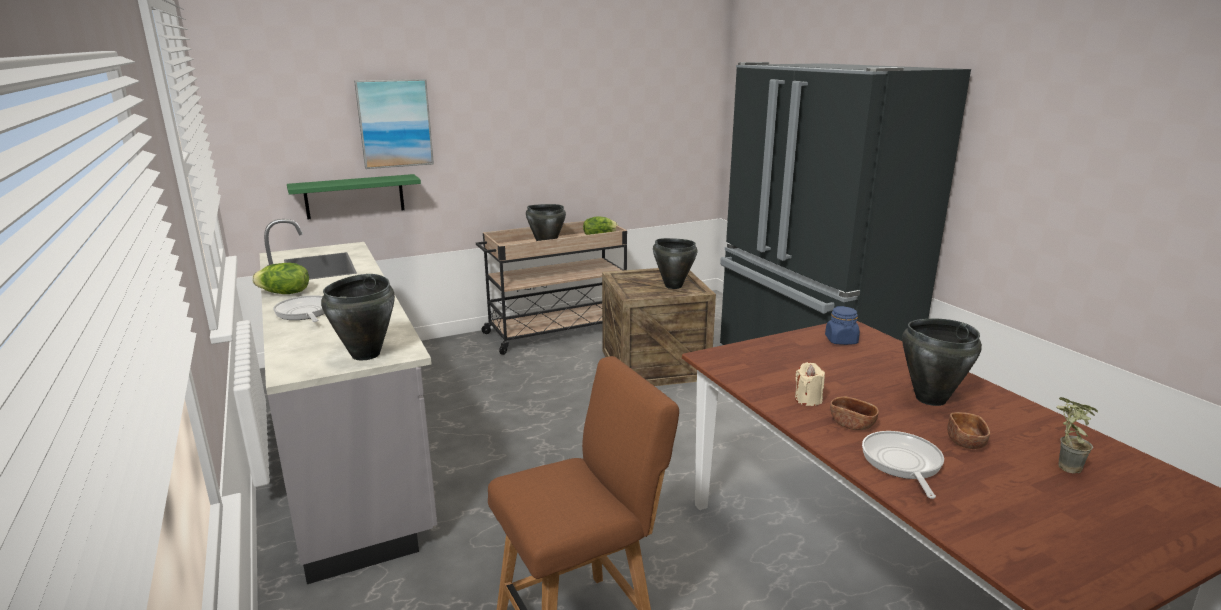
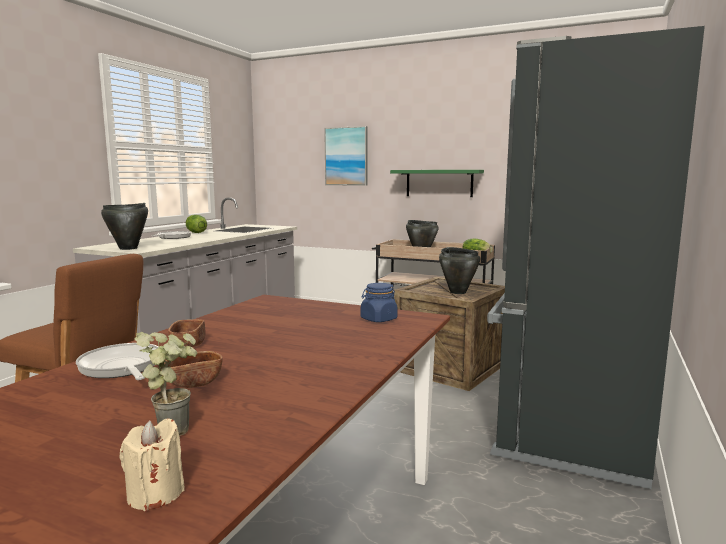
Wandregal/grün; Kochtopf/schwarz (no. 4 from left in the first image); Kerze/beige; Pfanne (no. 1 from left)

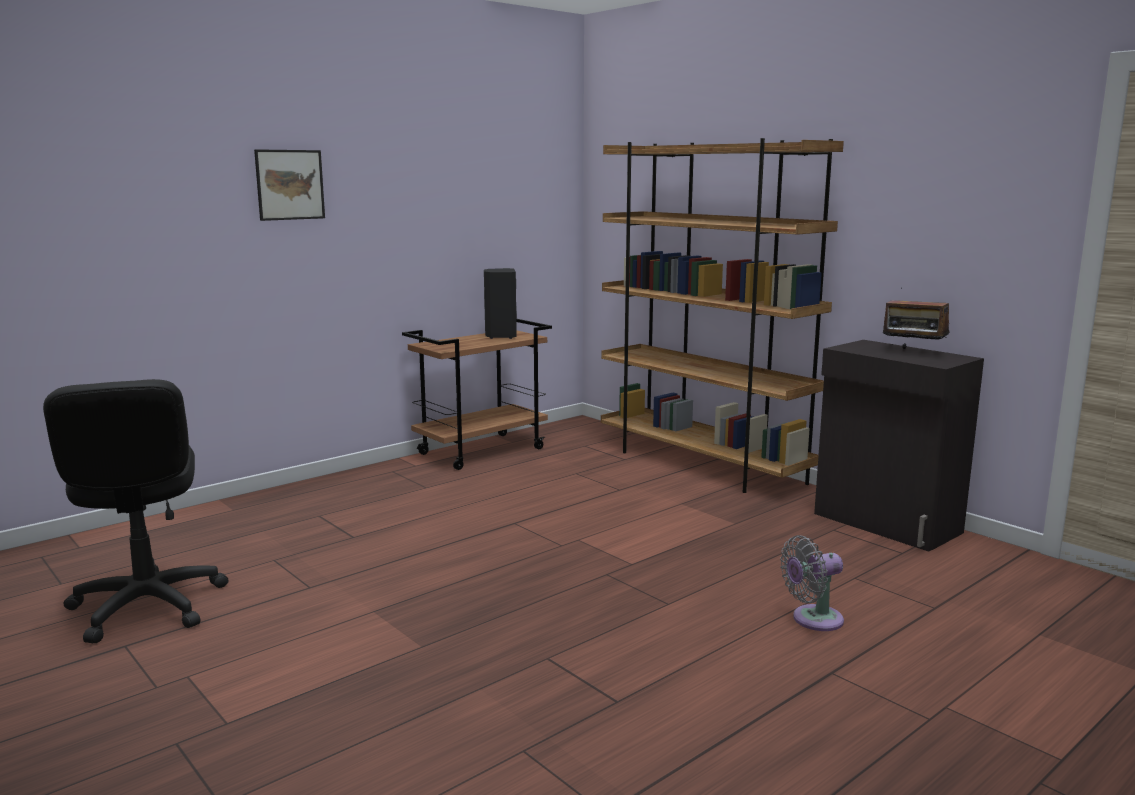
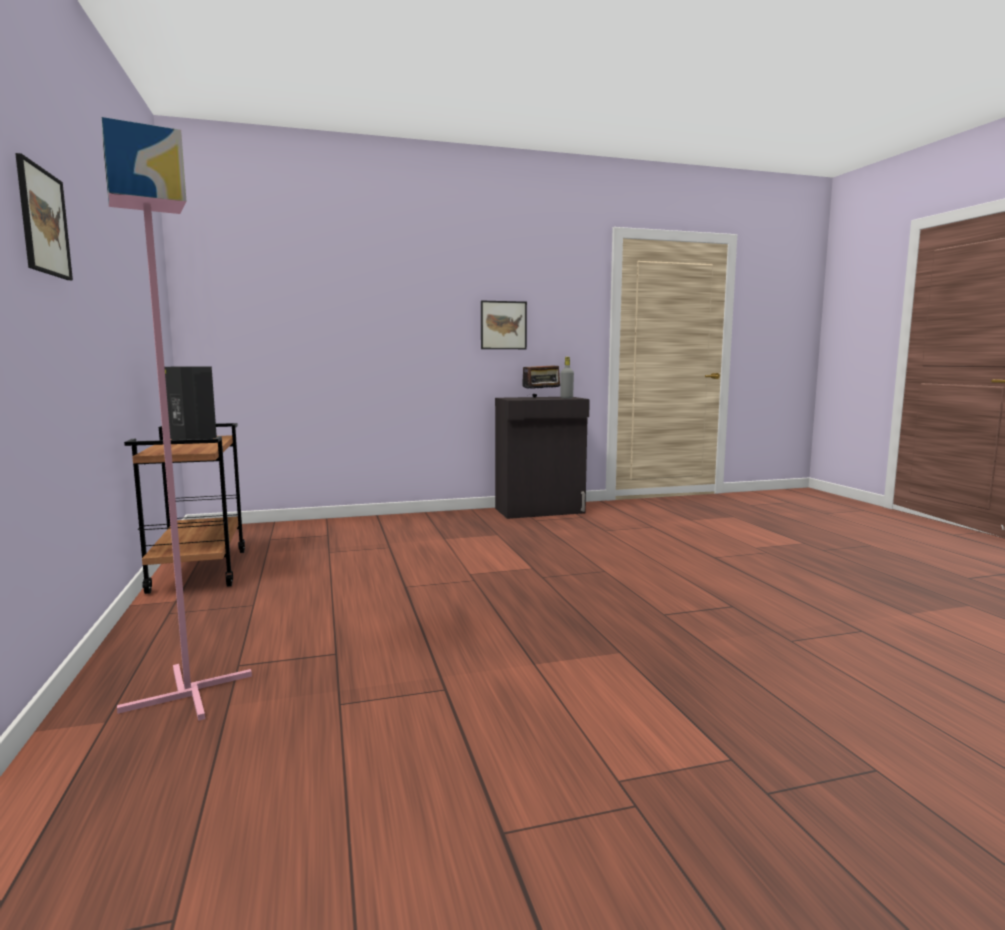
Bücherregal/braun; Bürostuhl/schwarz; Ventilator/grau; Stehlampe/rosa; Bild (no. 2 from left); Flasche/grau

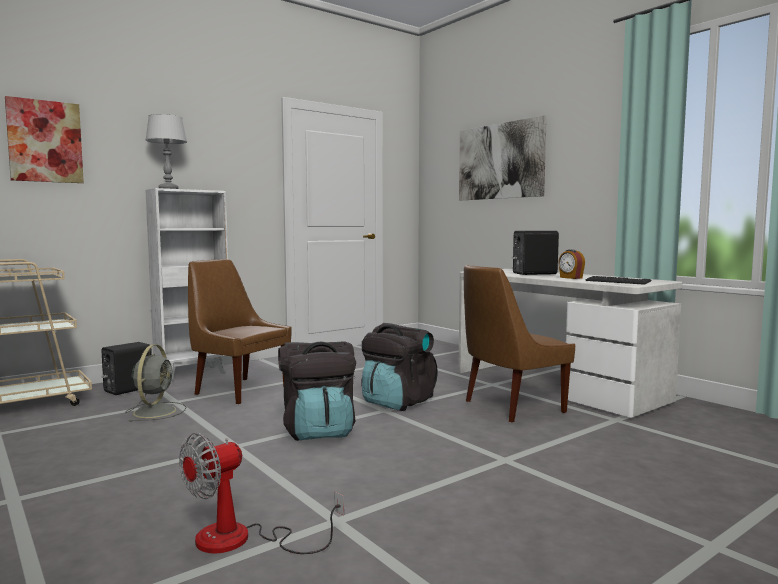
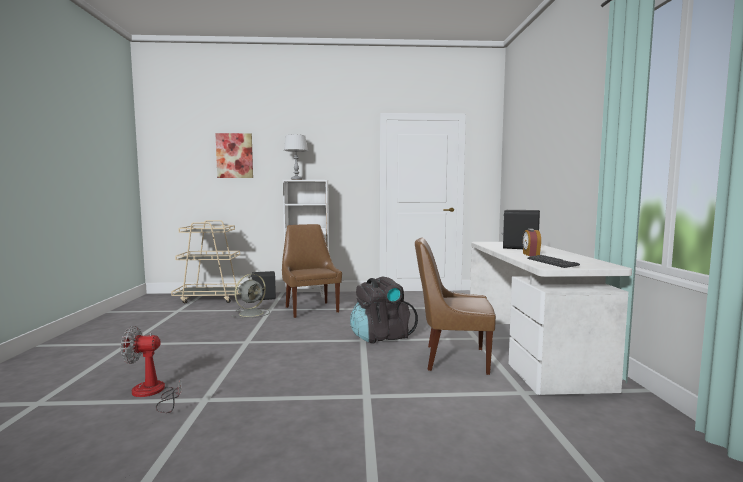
Bild (no. 2 from left in the first image); Rucksack/schwarz (no. 1 from left in the first image)

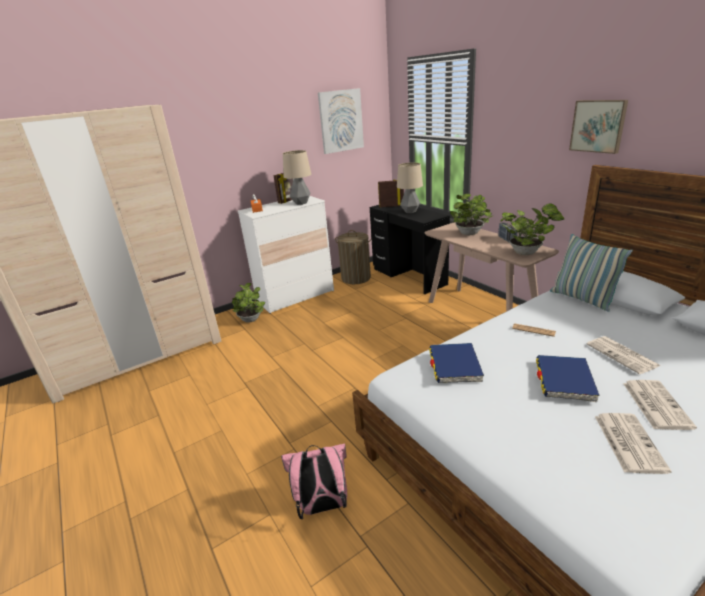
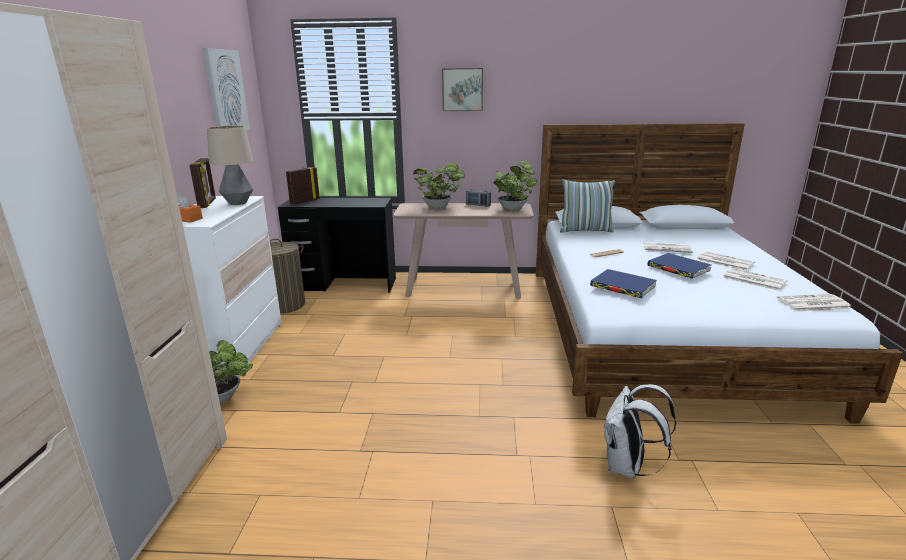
Bild (no. 2 from left); Tischlampe (no. 2 from left in the first image); Rucksack/weiß; Zeitung (no. 5 from left)

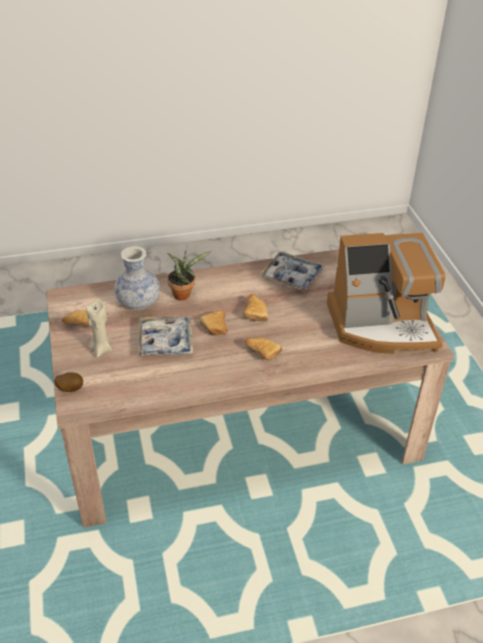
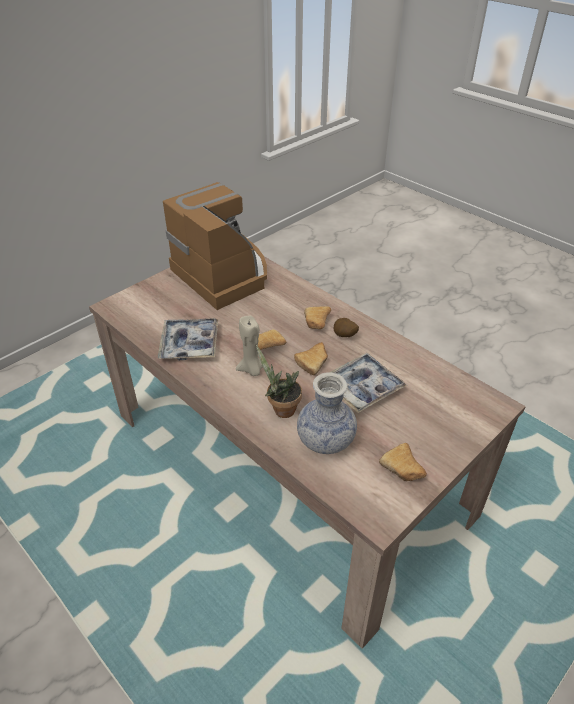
Kerze/beige; Kartoffel

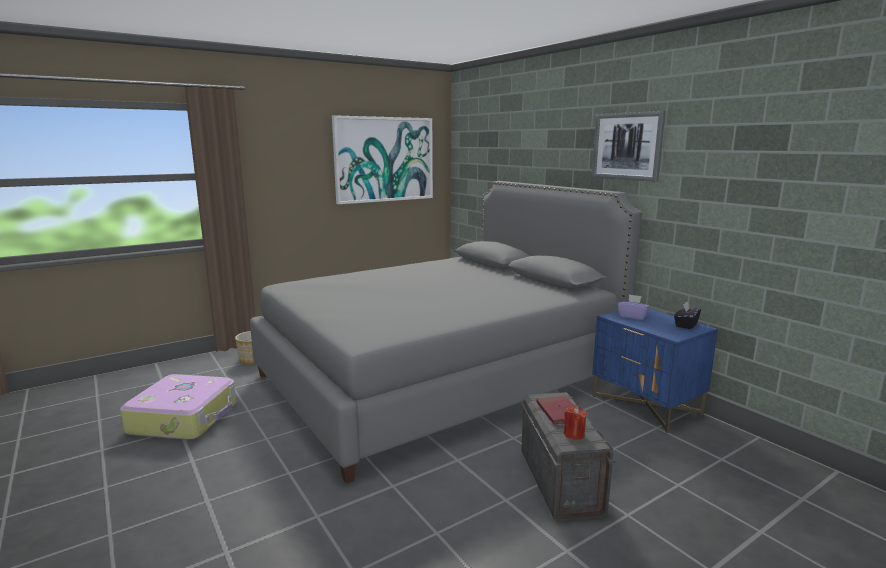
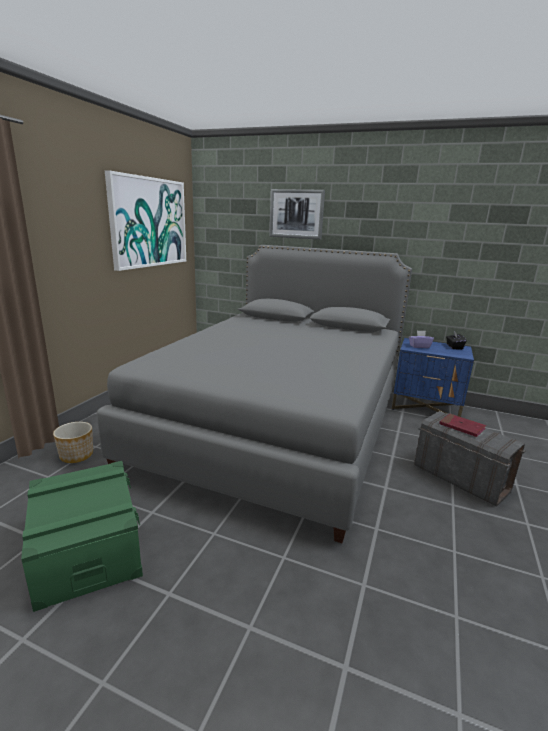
Bild (no. 2 from left); Aufbewahrungsbox/grün; Kerze/rot

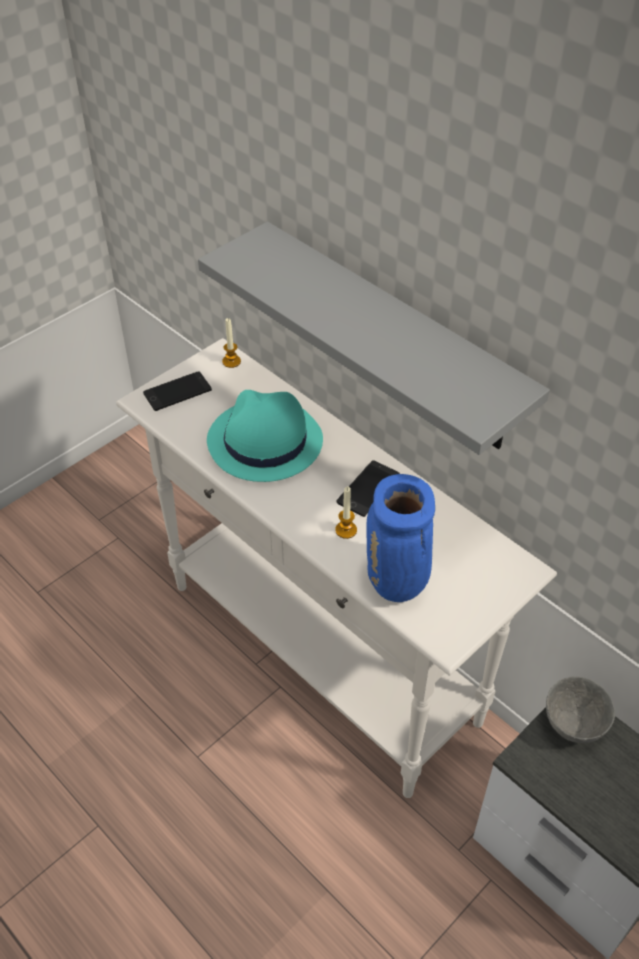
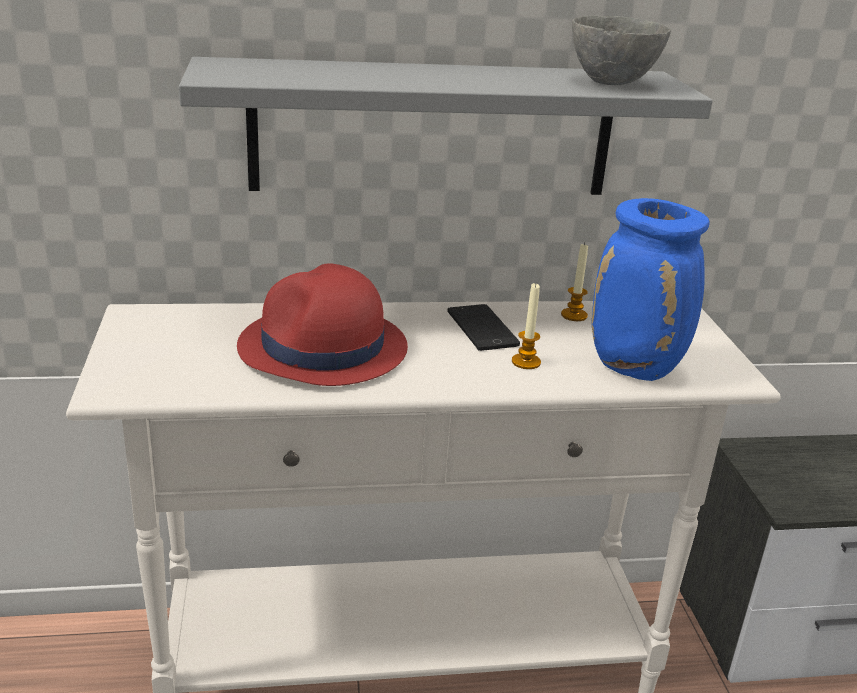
Kerze (no. 2 from left); Handy (no. 1 from left in the first image); Hut/rot; Schüssel/grau

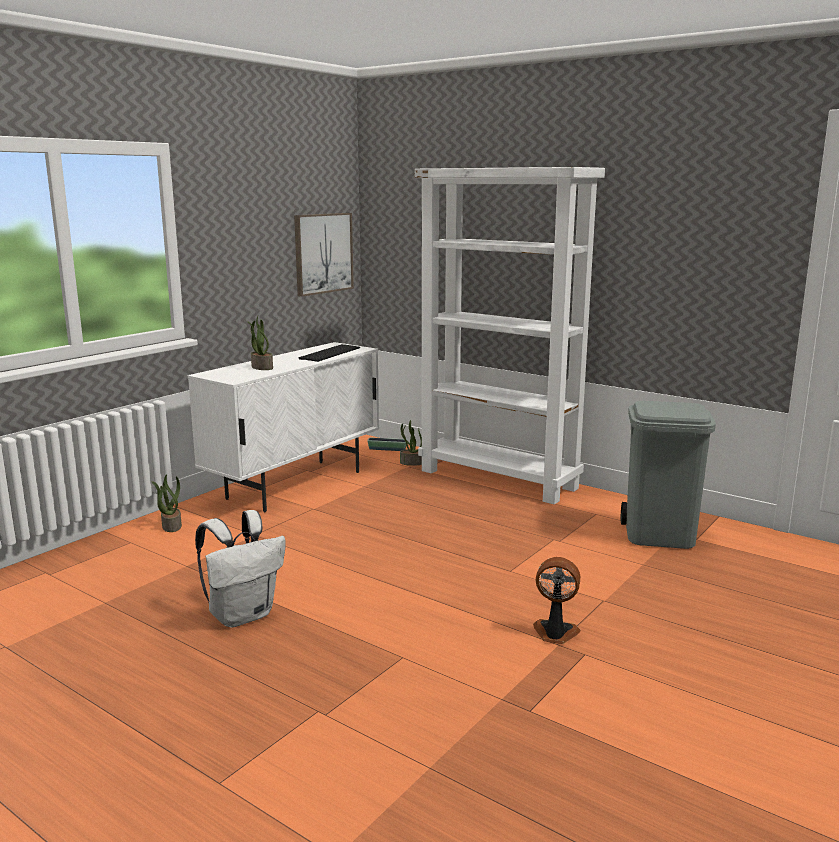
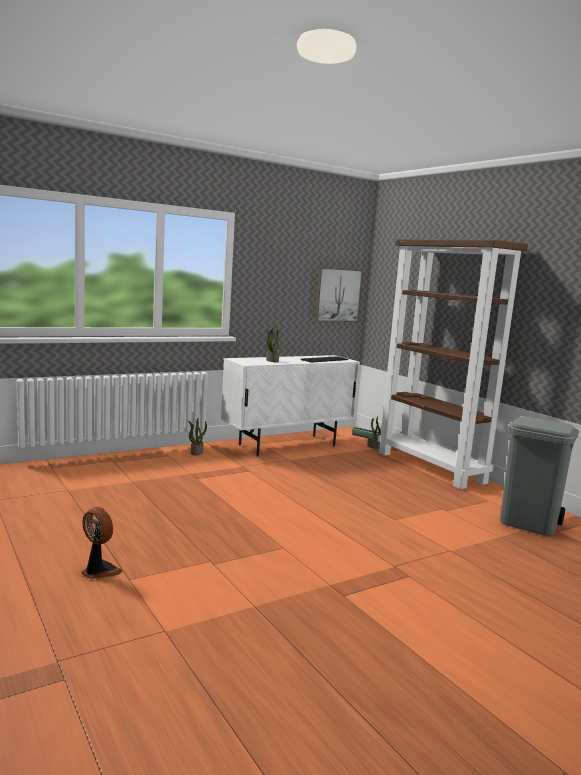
Bücherregal/braun; Rucksack/weiß; Ventilator

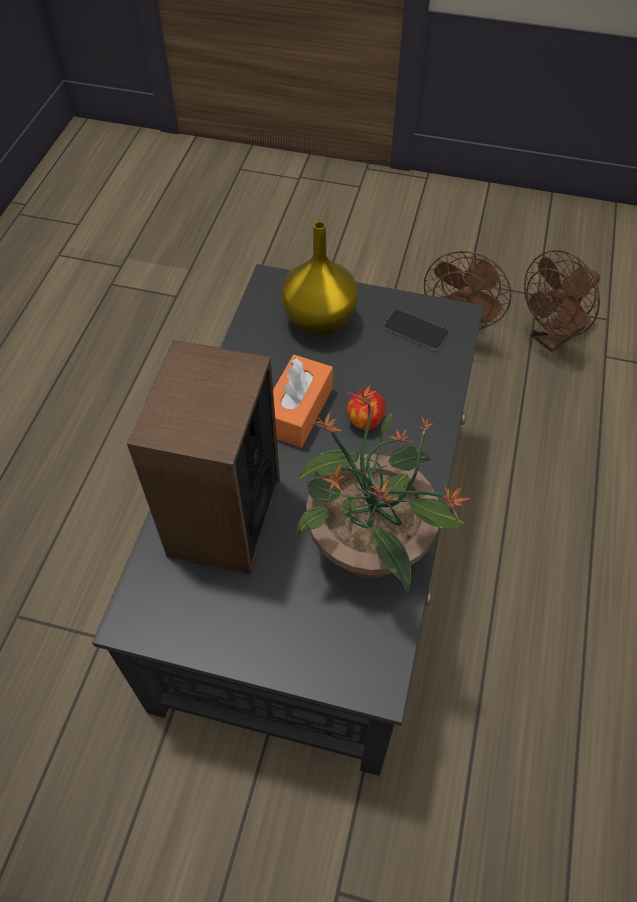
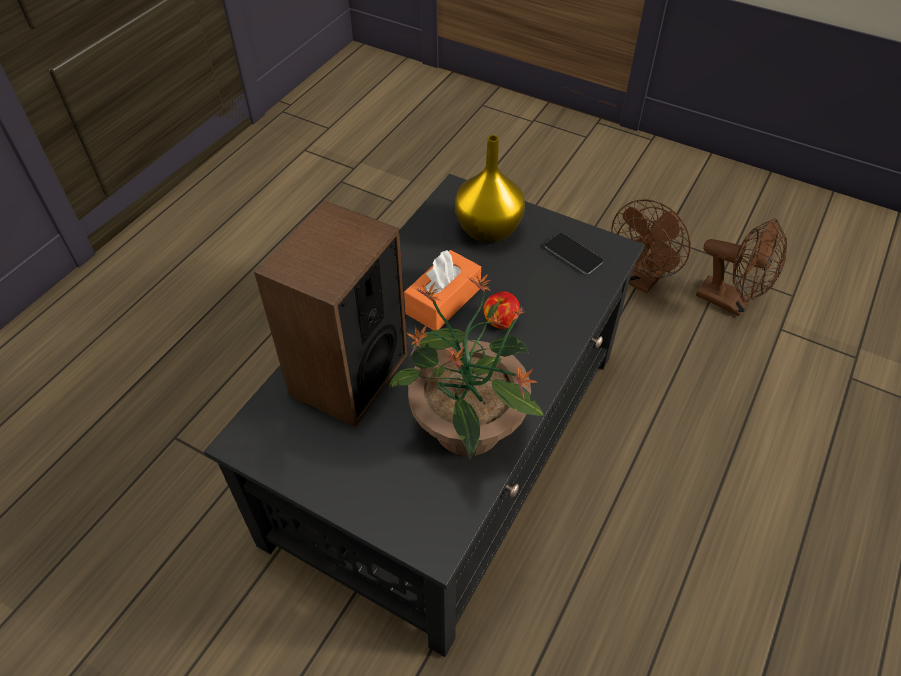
Ventilator/braun (no. 2 from left)

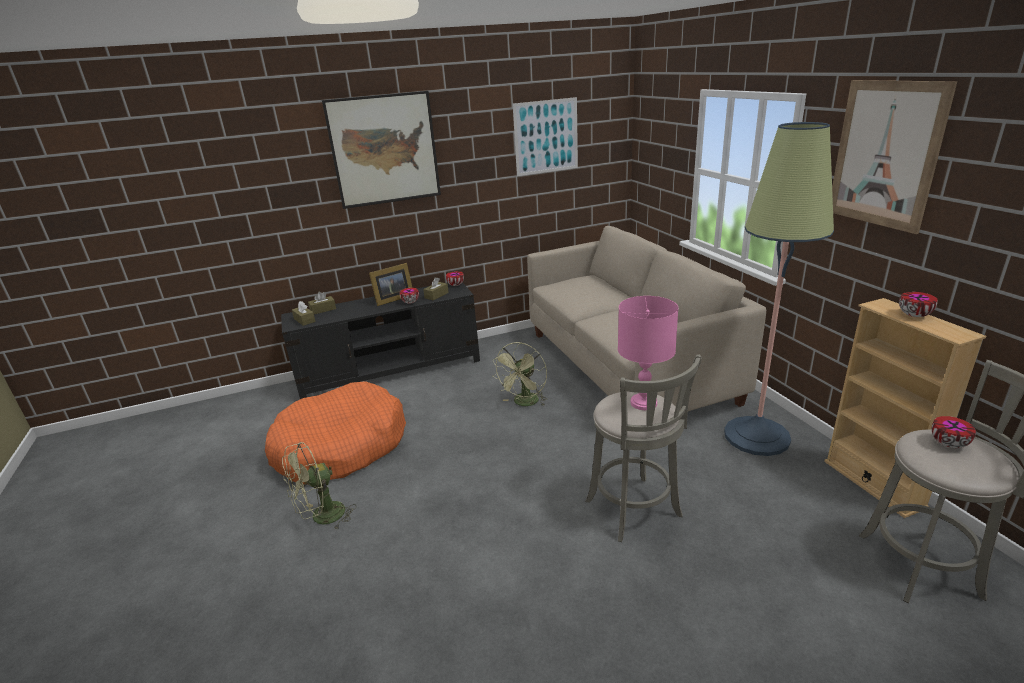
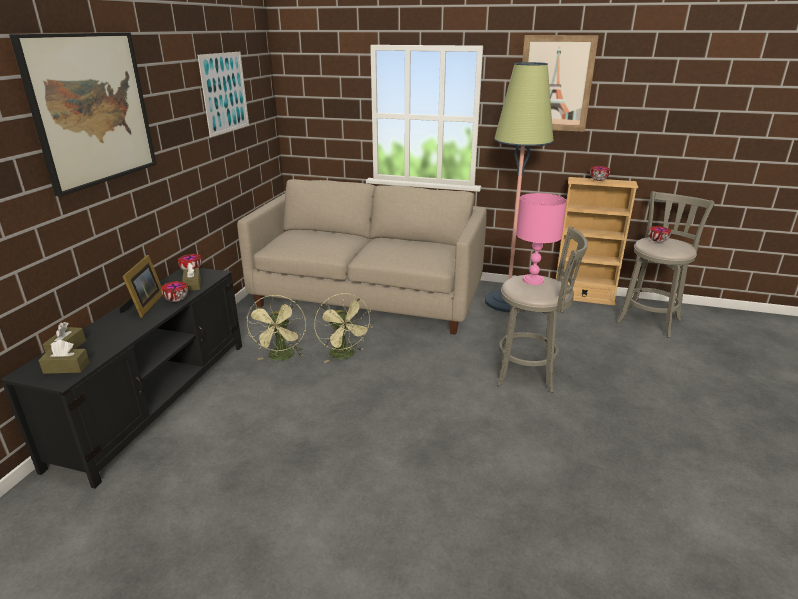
Hundebett/orange; Ventilator/grün (no. 1 from left)

